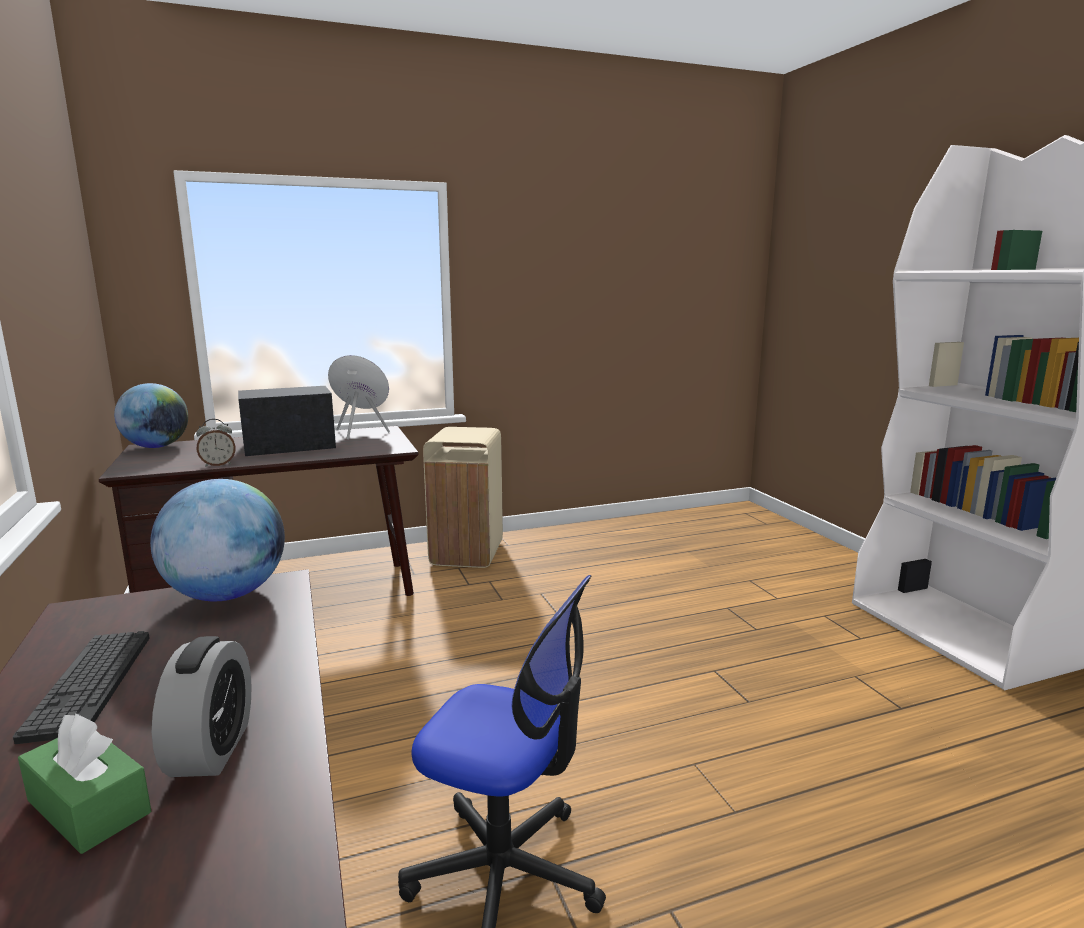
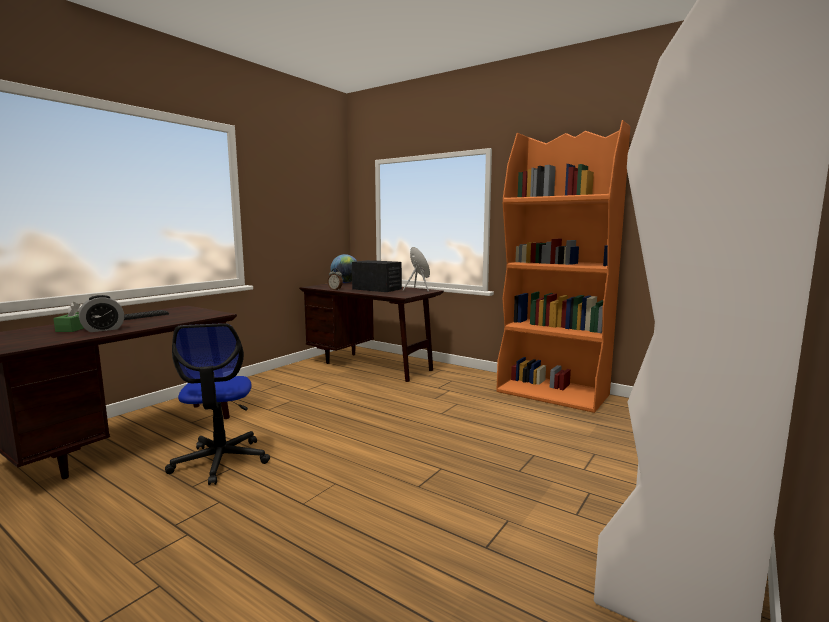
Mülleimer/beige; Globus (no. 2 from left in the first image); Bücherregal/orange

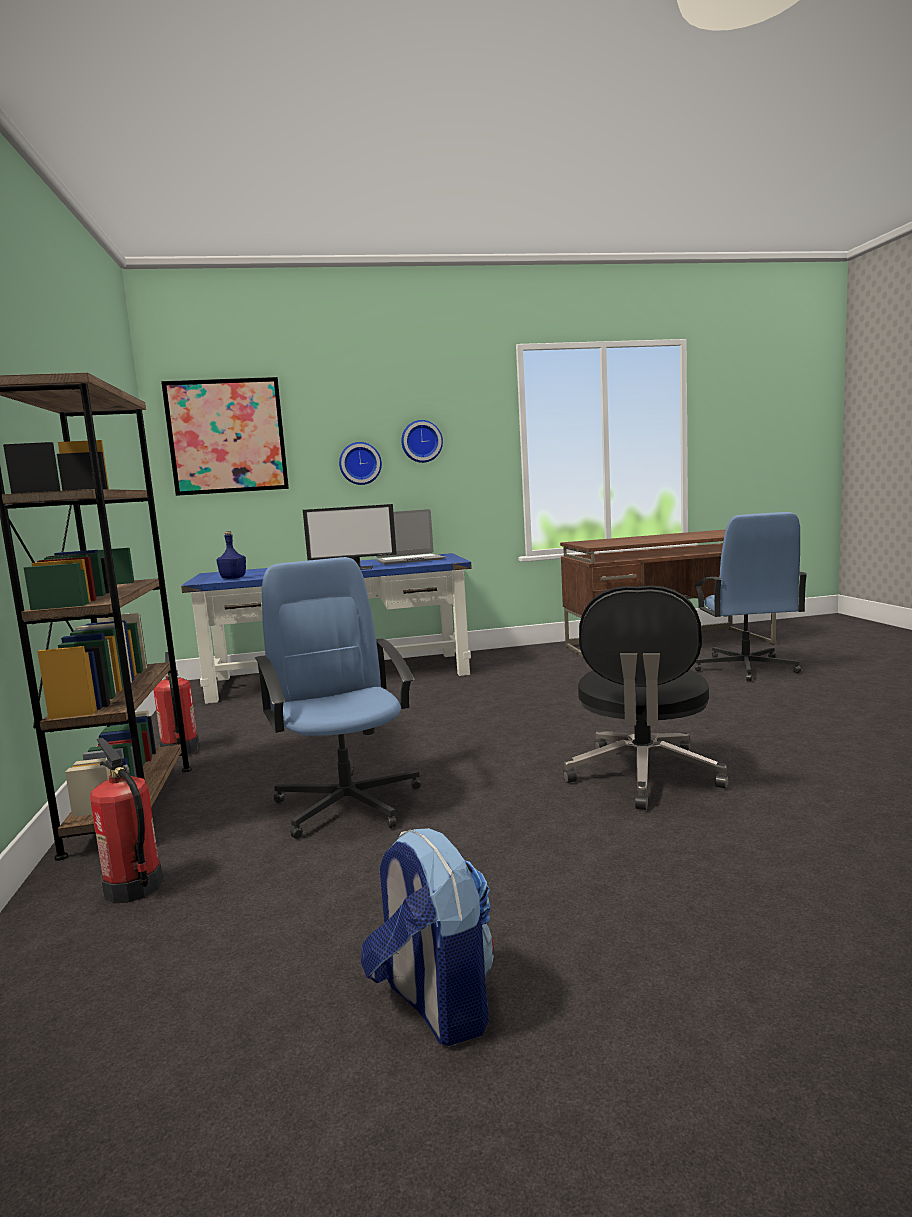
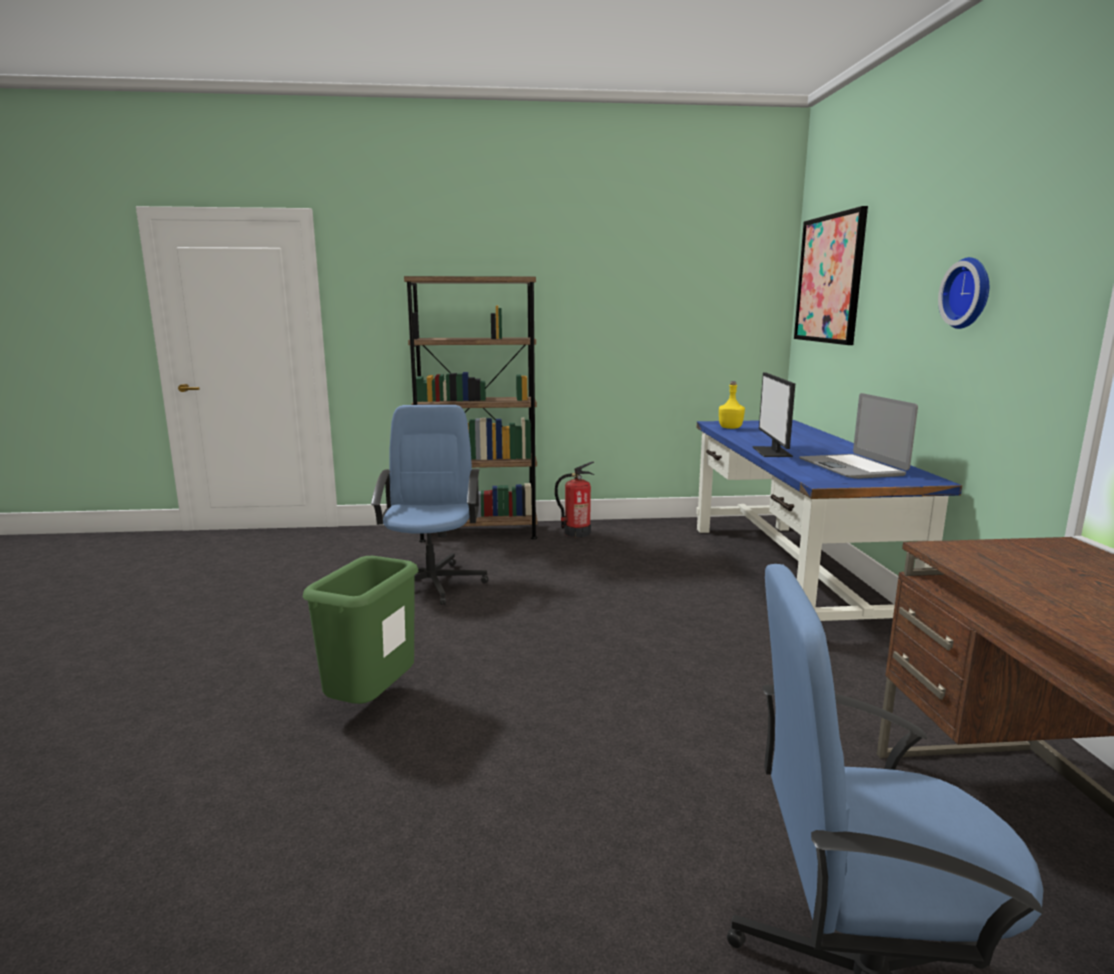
Wanduhr (no. 1 from left in the first image); Flasche/gelb; Bürostuhl/blau (no. 1 from left); Mülleimer/grün; Feuerlöscher (no. 1 from left in the first image); Rucksack

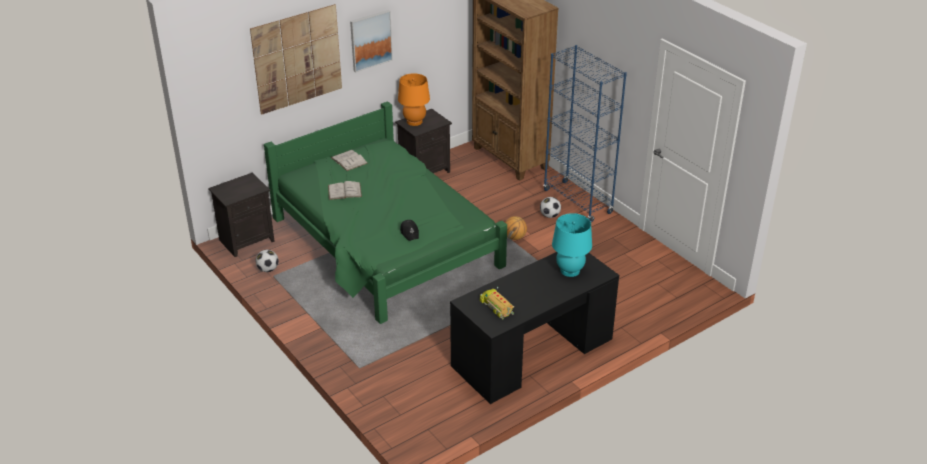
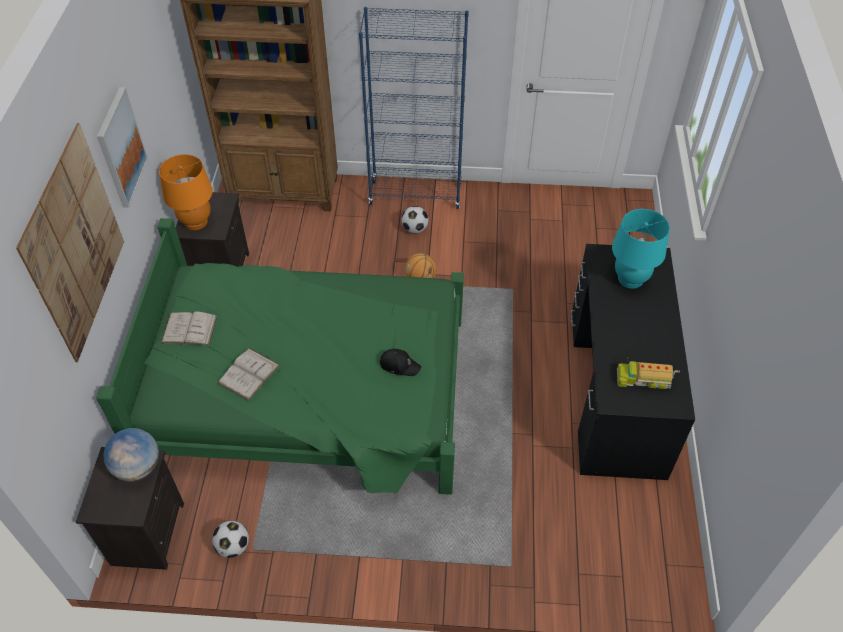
Globus

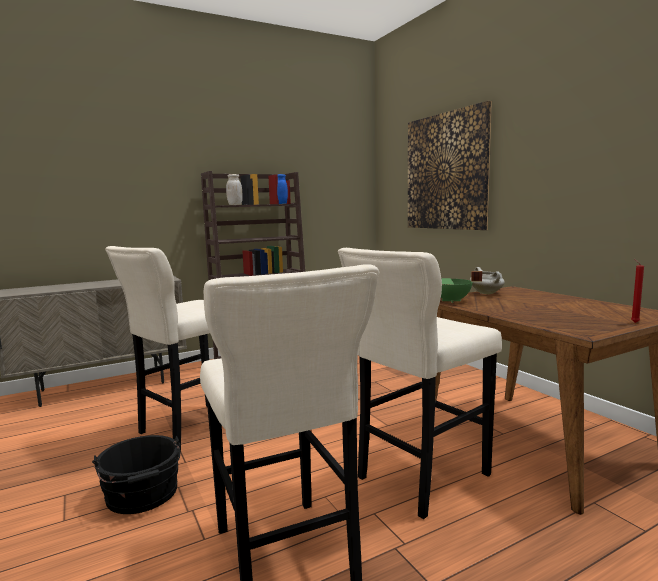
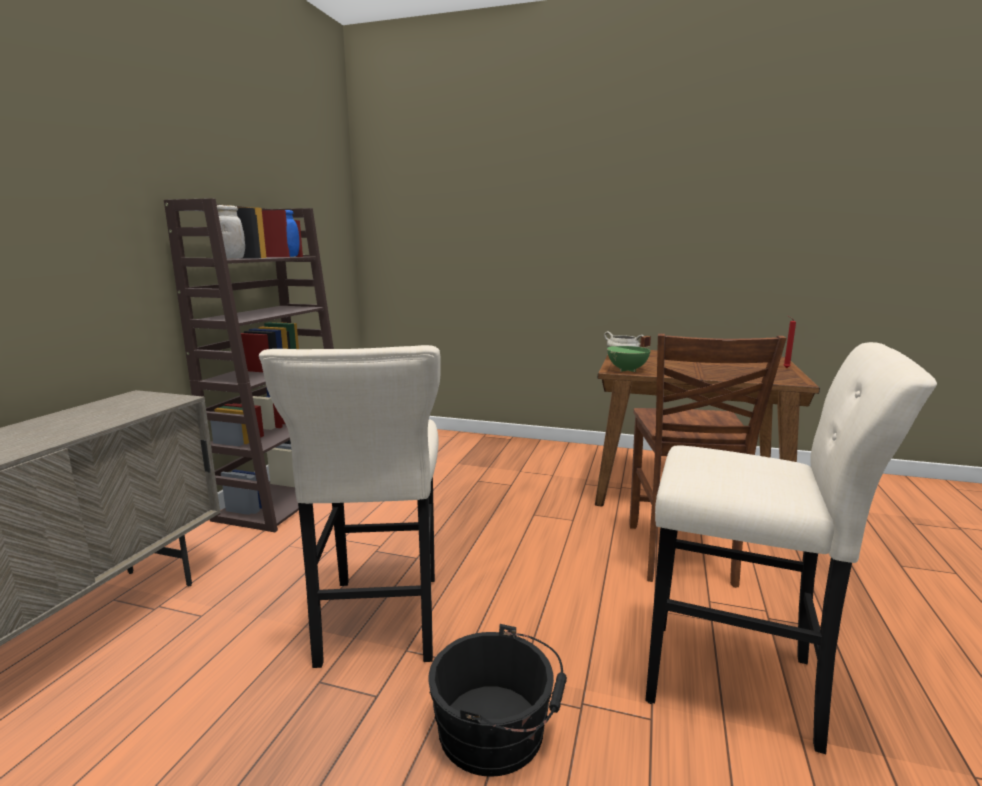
Bild; Stuhl/braun

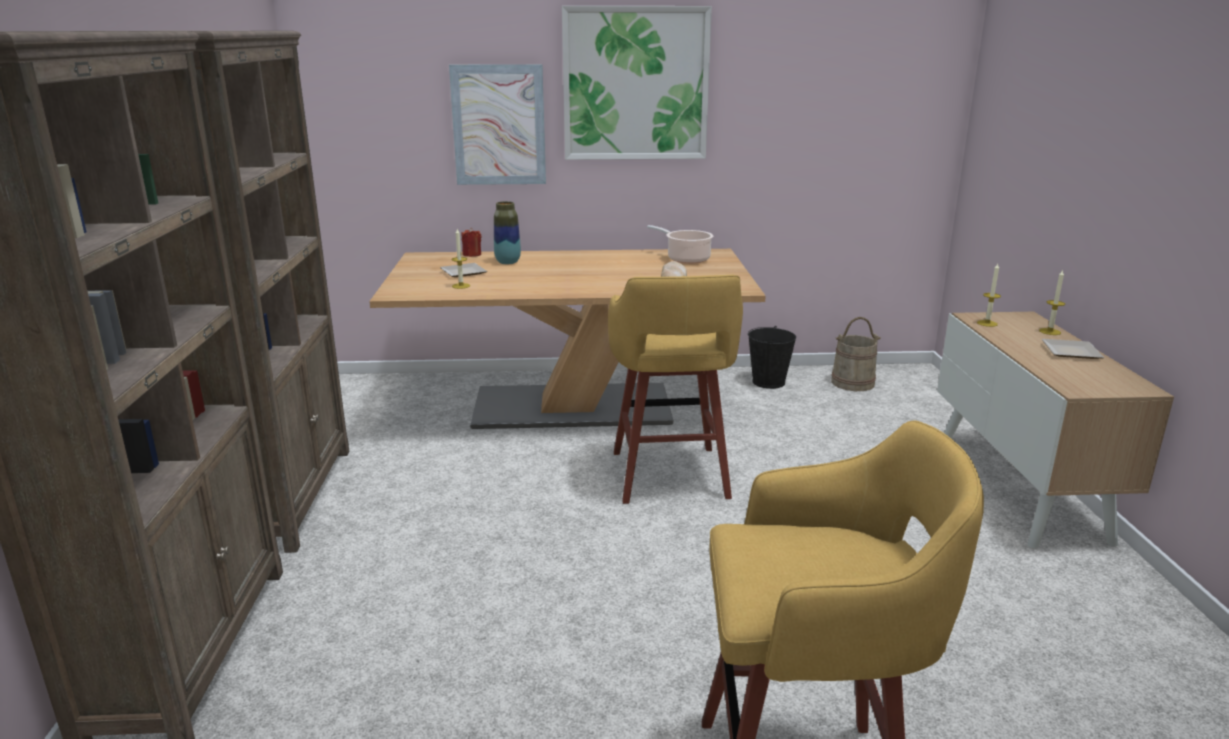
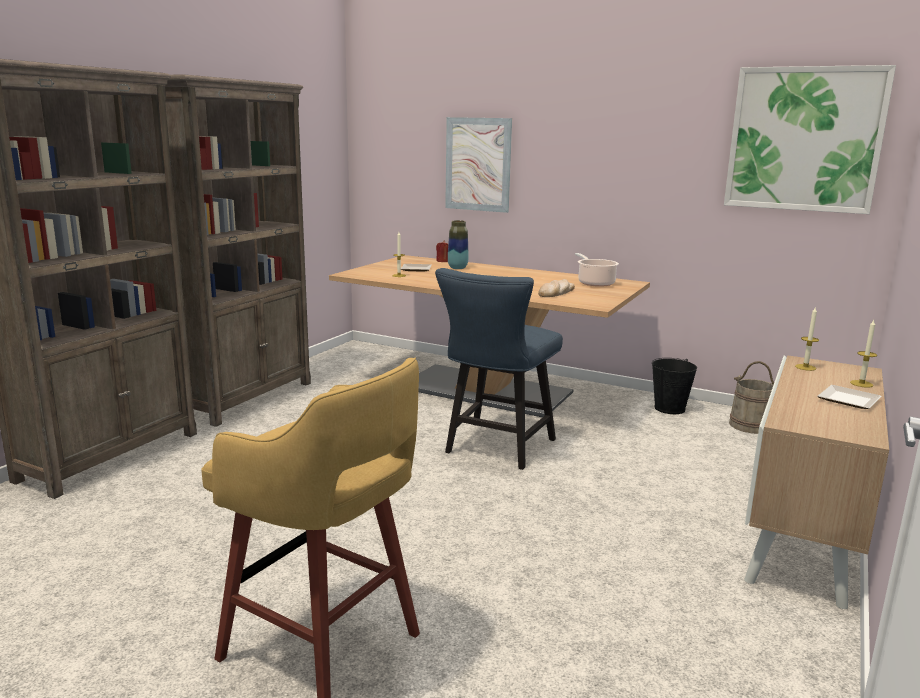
Bild (no. 2 from left); Stuhl/blau

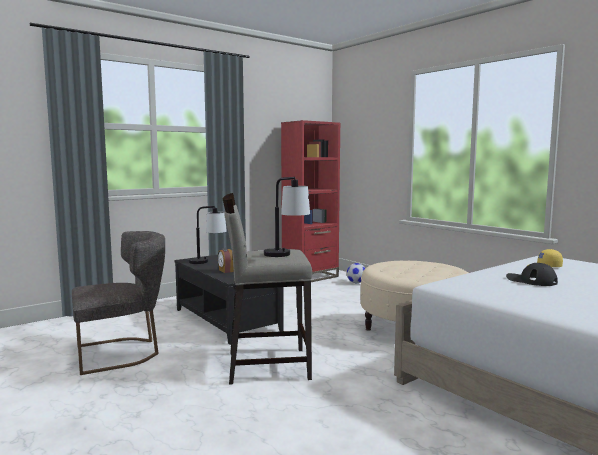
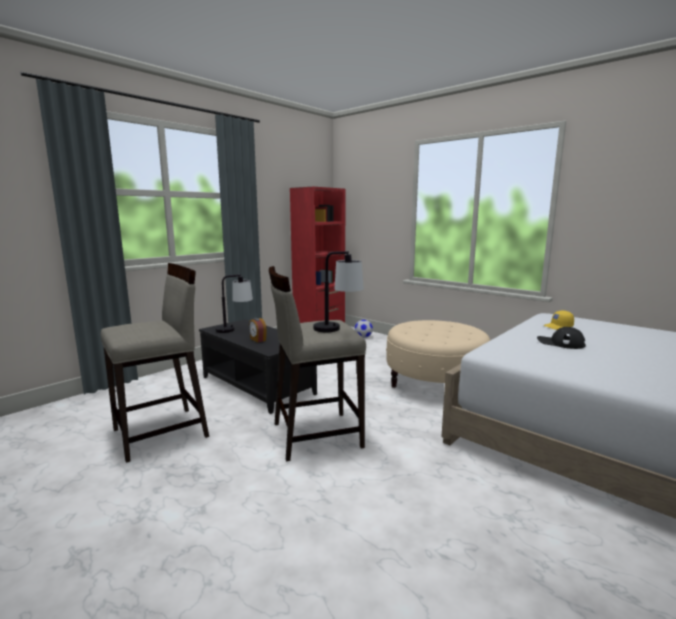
Hocker/beige (no. 1 from left)

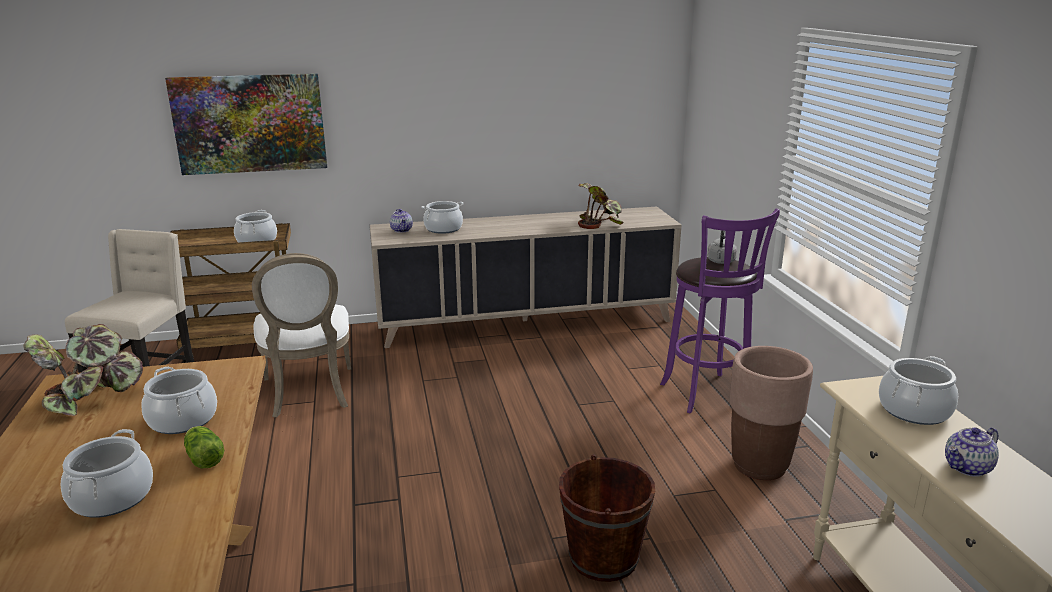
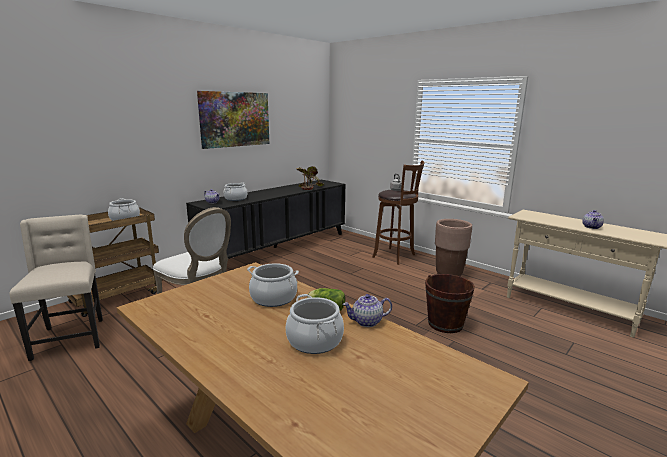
Bild; Schrank/schwarz; Hocker/braun; Topfpflanze (no. 1 from left in the first image); Kochtopf (no. 5 from left in the first image); Teekanne (no. 2 from left)

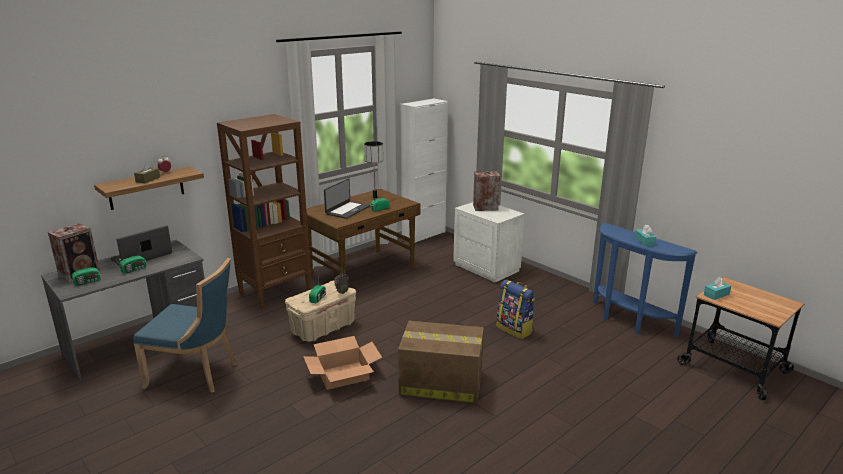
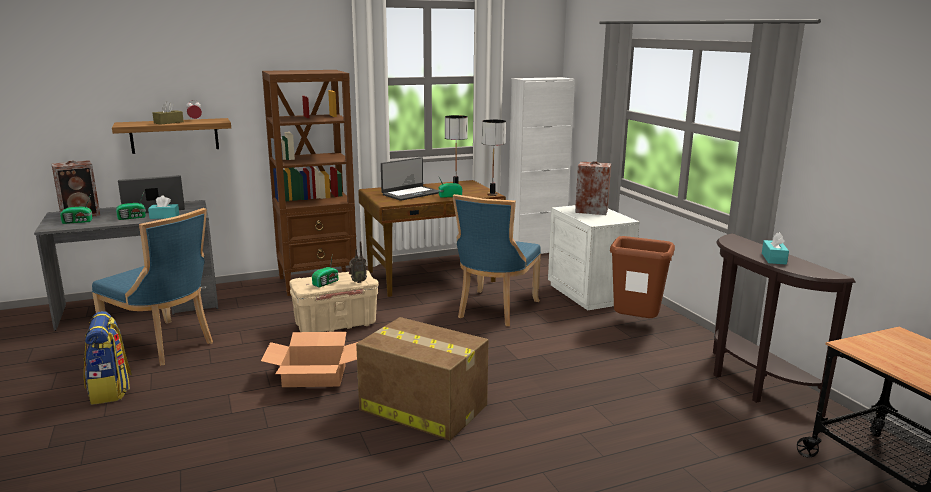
Konsolentisch/braun; Taschentuchbox/türkis (no. 1 from left); Rucksack; Tischlampe (no. 2 from left); Stuhl/blau (no. 2 from left); Mülleimer/braun

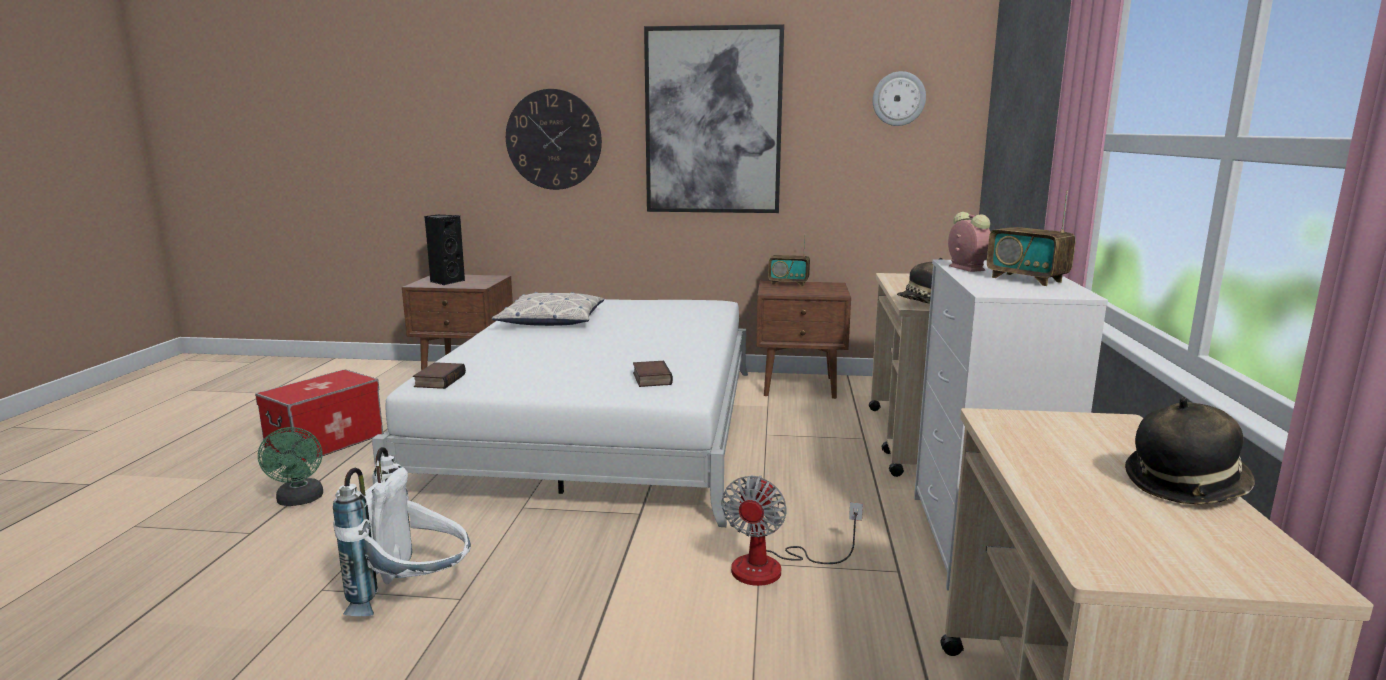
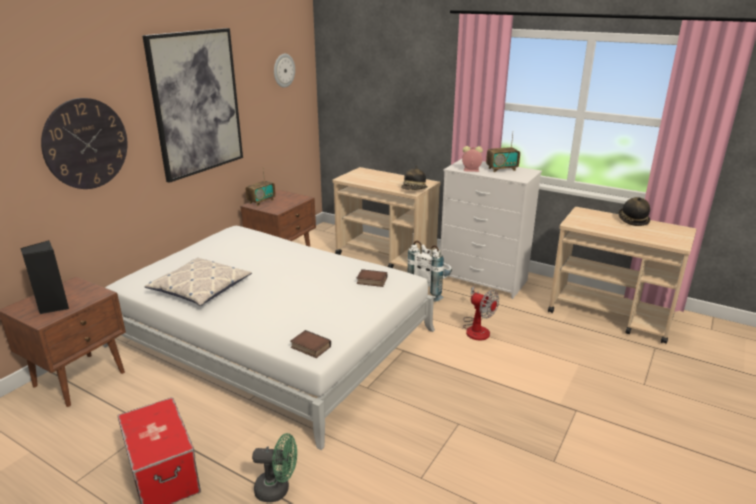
Rucksack/weiß

